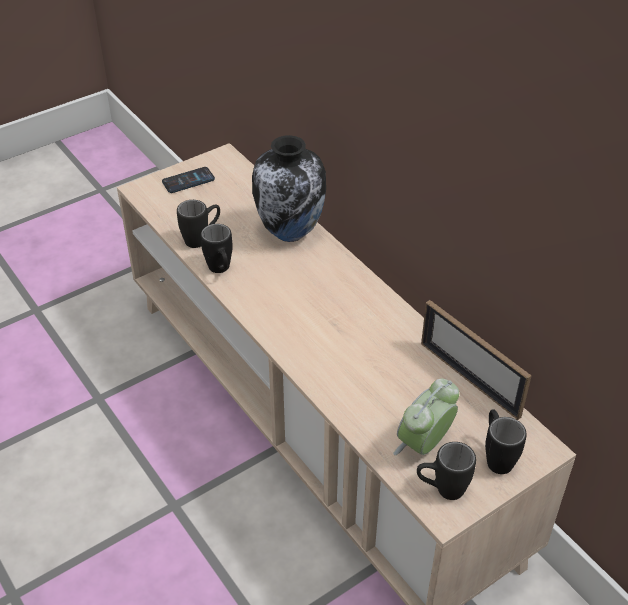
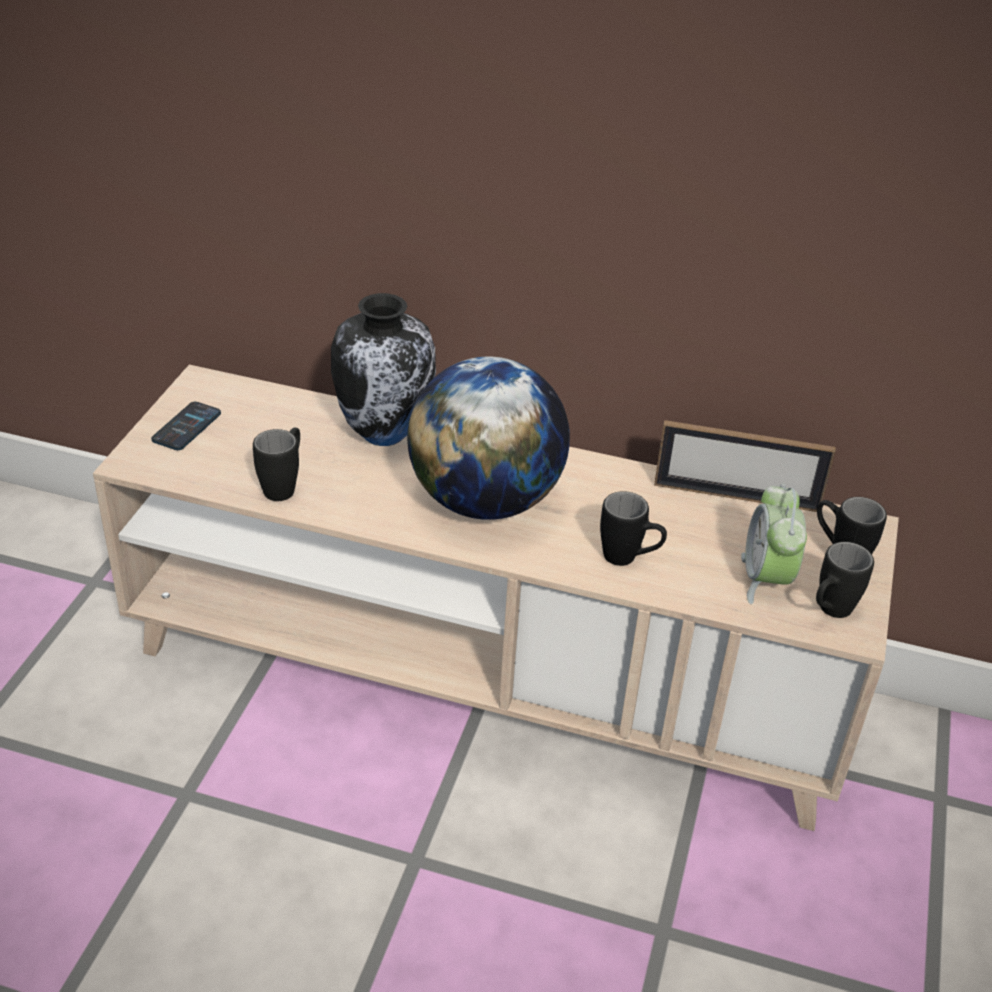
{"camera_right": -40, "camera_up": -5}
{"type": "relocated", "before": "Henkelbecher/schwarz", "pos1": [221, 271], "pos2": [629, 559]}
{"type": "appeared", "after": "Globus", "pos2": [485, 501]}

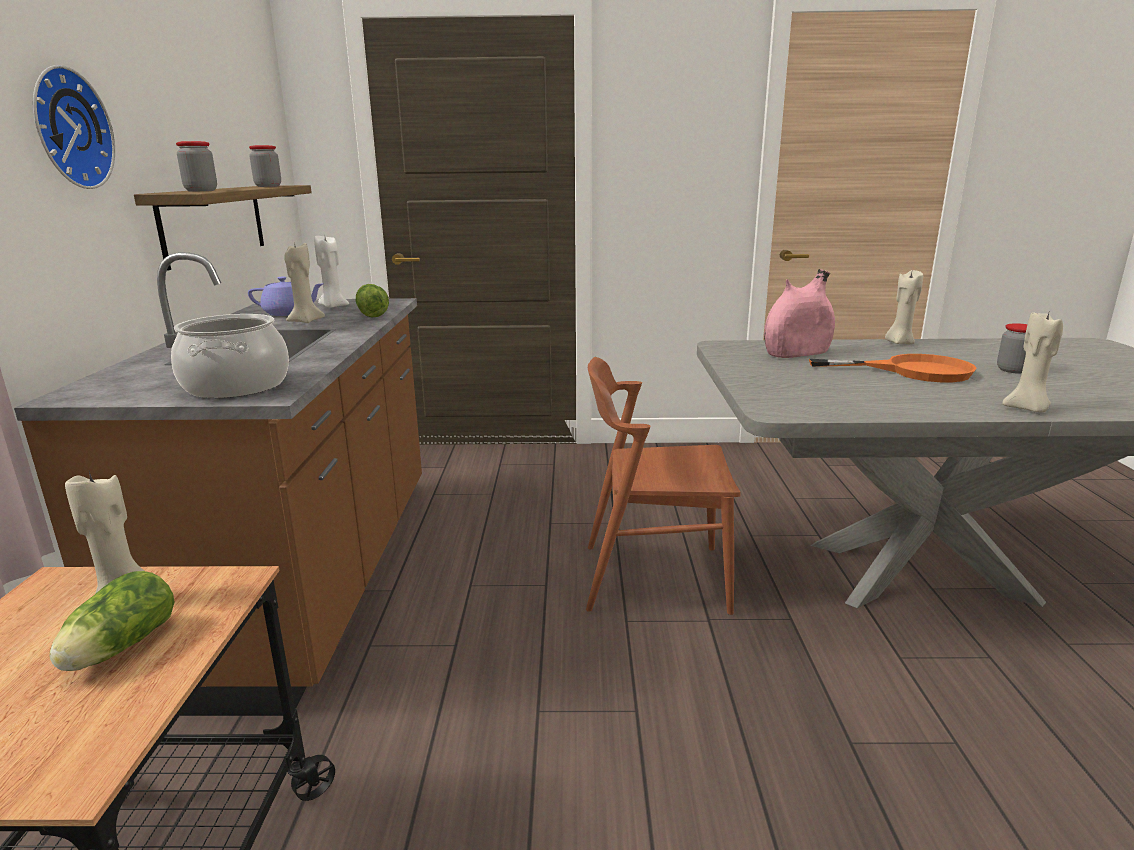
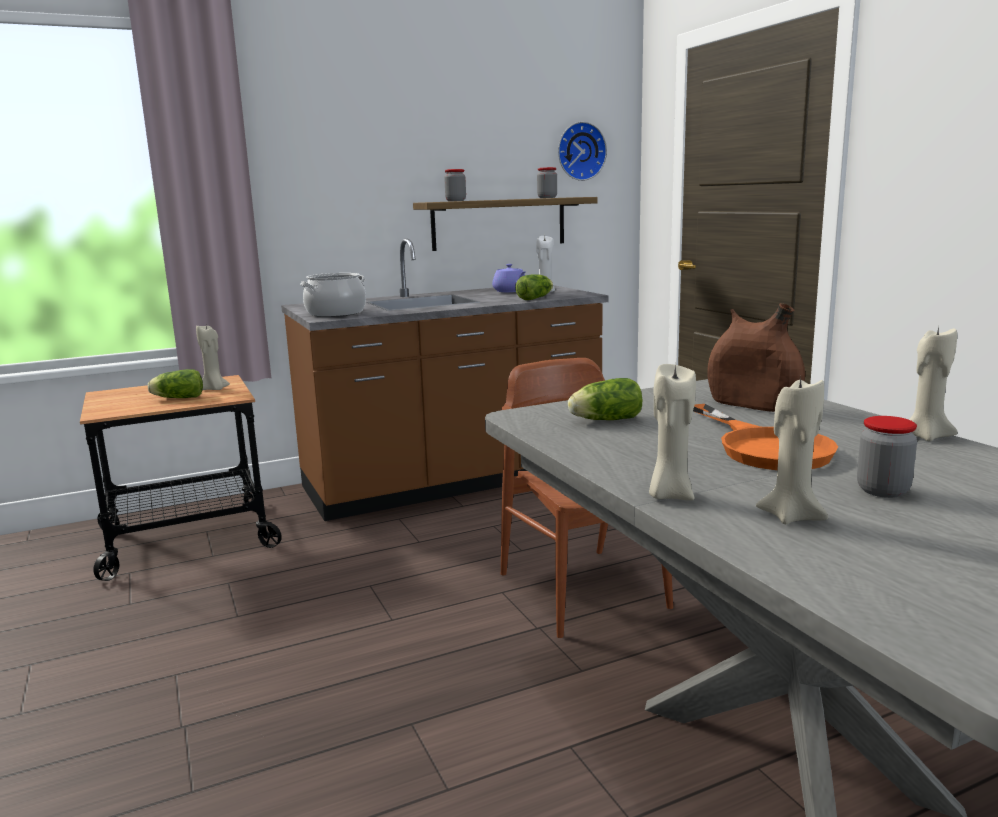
{"camera_right": 65, "camera_up": -5}
{"type": "relocated", "before": "Wanduhr", "pos1": [67, 129], "pos2": [580, 151]}
{"type": "relocated", "before": "Kerze/beige", "pos1": [305, 321], "pos2": [791, 516]}
{"type": "colour", "before": "Vase/rosa", "after": "Vase/braun", "pos1": [796, 353], "pos2": [752, 405]}
{"type": "appeared", "after": "Salatkopf", "pos2": [603, 420]}

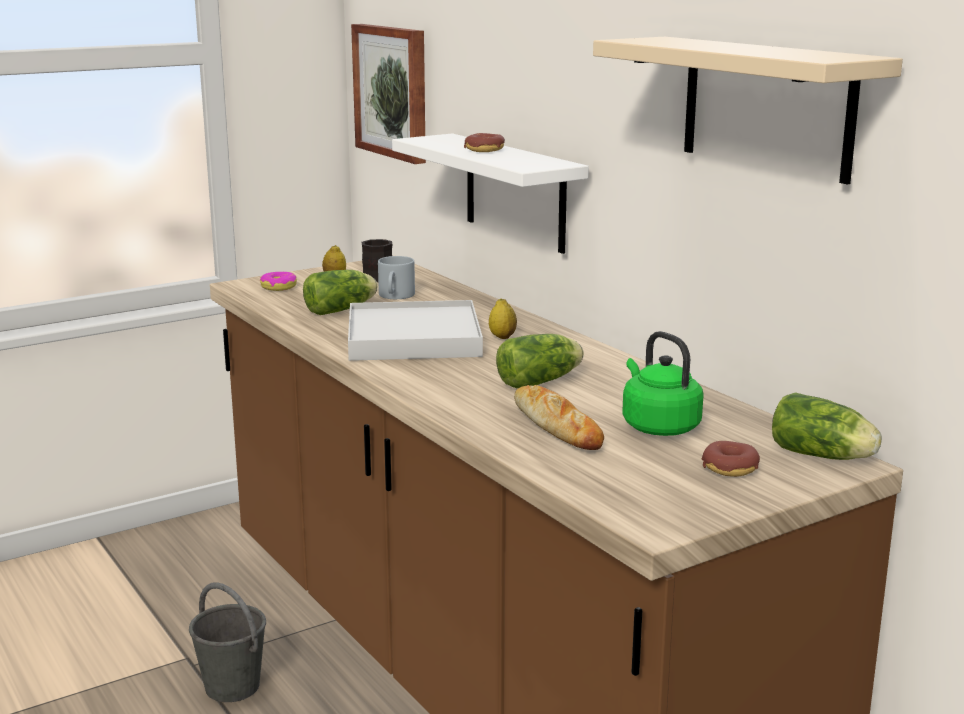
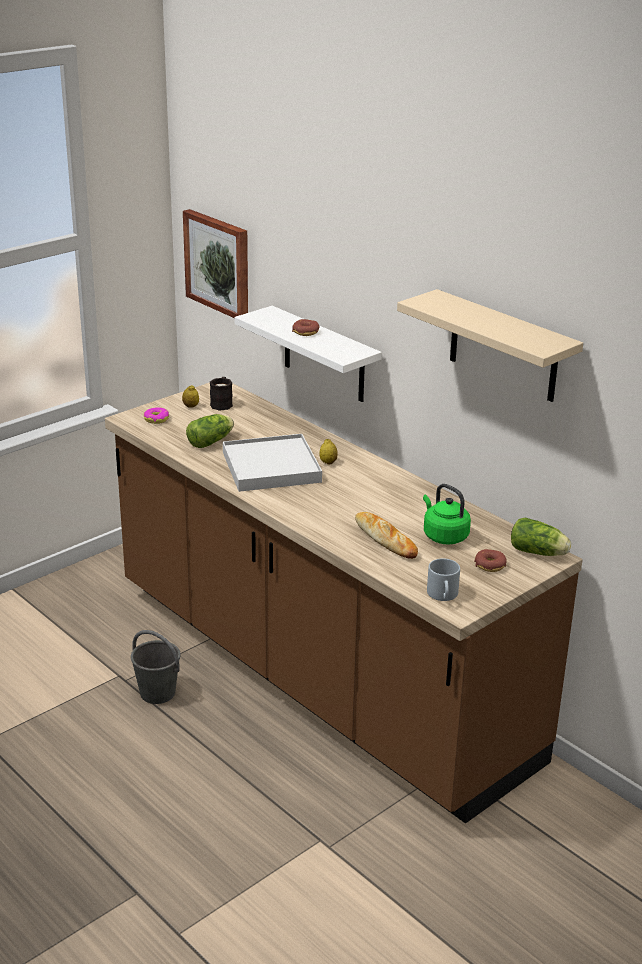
{"camera_right": -10, "camera_up": 10}
{"type": "relocated", "before": "Henkelbecher/grau", "pos1": [396, 296], "pos2": [443, 595]}
{"type": "missing", "before": "Salatkopf", "pos1": [542, 381]}

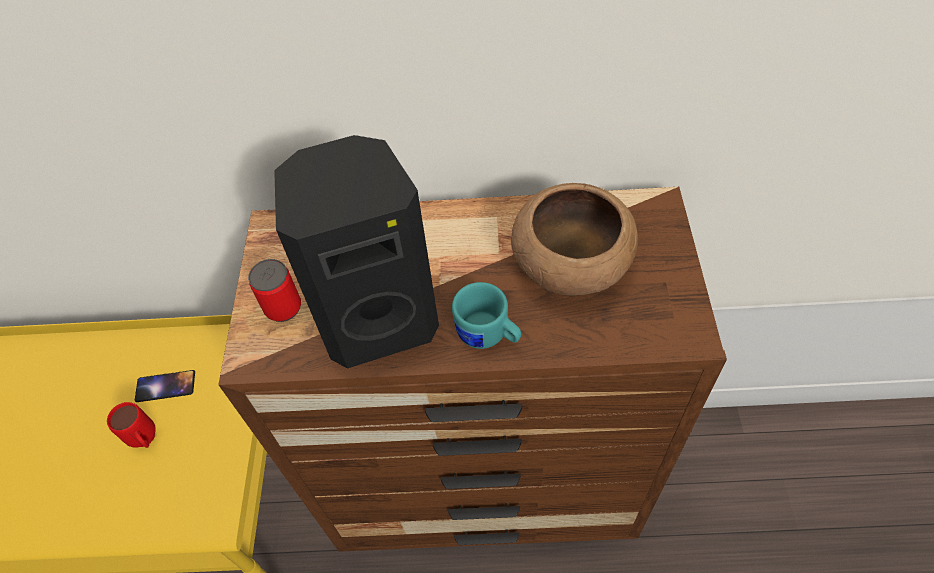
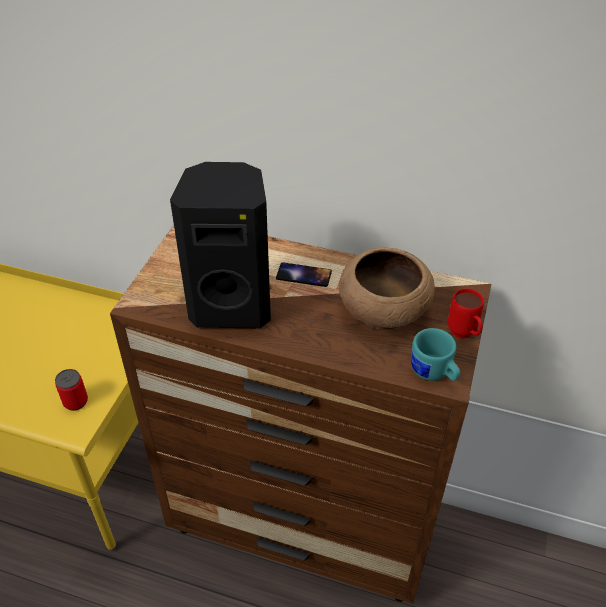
{"camera_right": 15, "camera_up": -10}
{"type": "relocated", "before": "Dose", "pos1": [283, 307], "pos2": [75, 401]}
{"type": "relocated", "before": "Henkelbecher/türkis", "pos1": [488, 336], "pos2": [434, 373]}
{"type": "relocated", "before": "Handy", "pos1": [165, 386], "pos2": [303, 275]}
{"type": "relocated", "before": "Henkelbecher/rot", "pos1": [147, 441], "pos2": [464, 335]}

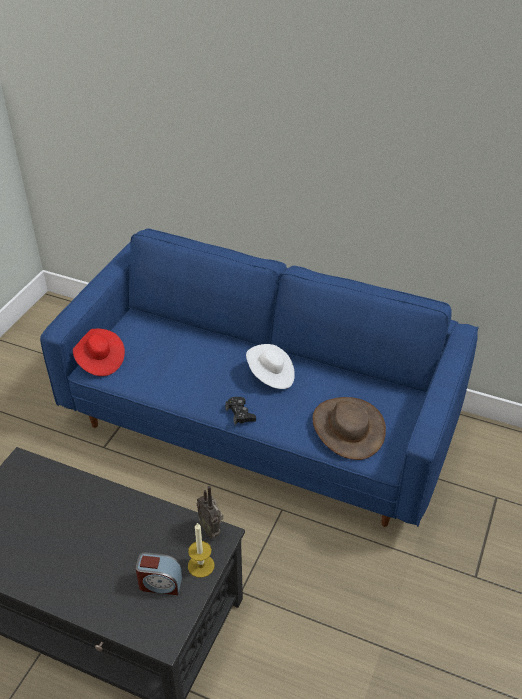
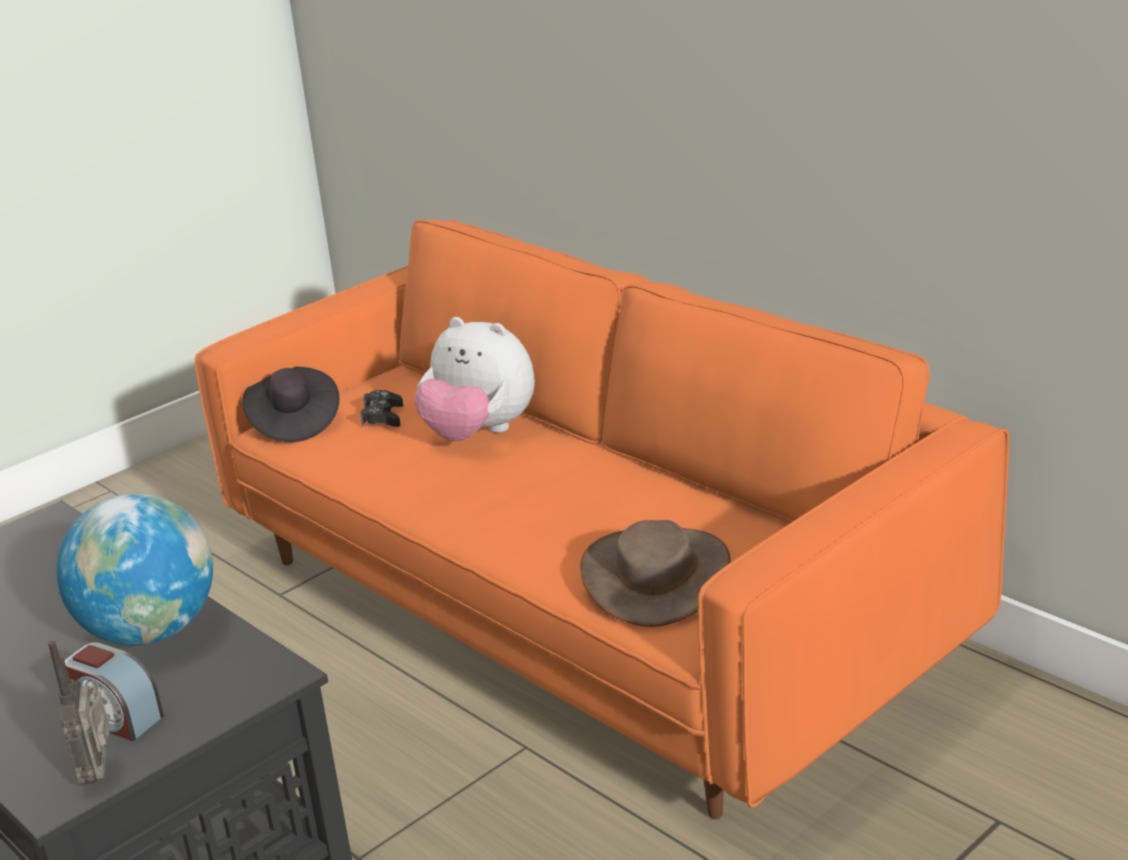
{"camera_right": 25, "camera_up": -15}
{"type": "colour", "before": "Sofa/blau", "after": "Sofa/orange", "pos1": [260, 422], "pos2": [578, 605]}
{"type": "colour", "before": "Hut/rot", "after": "Hut/schwarz", "pos1": [100, 361], "pos2": [293, 423]}
{"type": "missing", "before": "Hut/weiß", "pos1": [271, 376]}
{"type": "relocated", "before": "Gamepad/schwarz", "pos1": [240, 414], "pos2": [383, 417]}
{"type": "relocated", "before": "Radio", "pos1": [211, 529], "pos2": [100, 773]}
{"type": "missing", "before": "Kerze", "pos1": [201, 565]}
{"type": "appeared", "after": "Plüschtier", "pos2": [479, 434]}
{"type": "appeared", "after": "Globus", "pos2": [151, 632]}

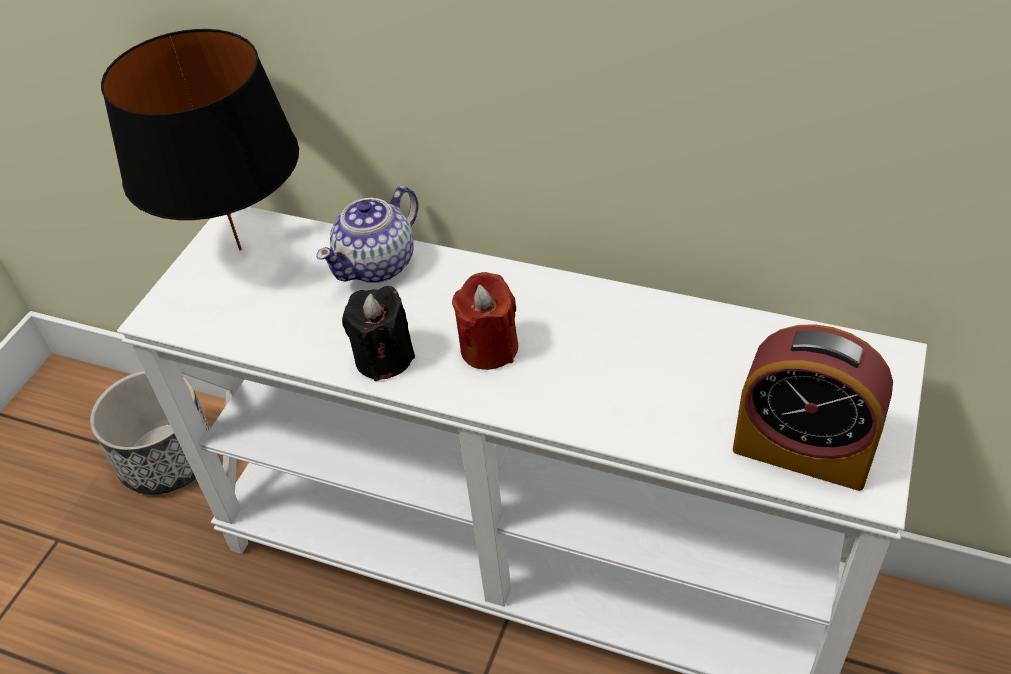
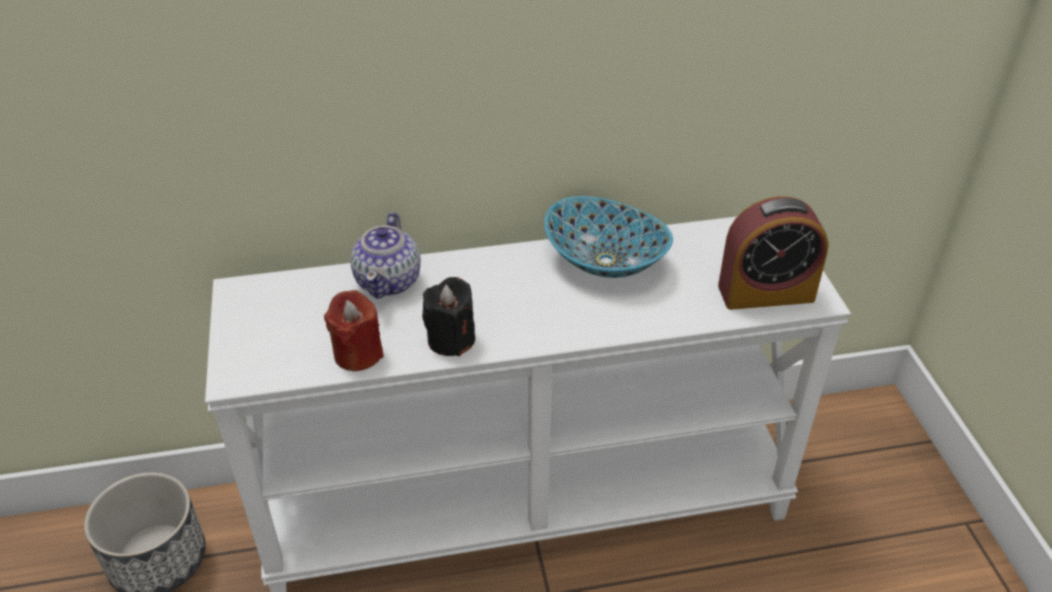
{"camera_right": -35, "camera_up": -5}
{"type": "missing", "before": "Tischlampe/schwarz", "pos1": [240, 249]}
{"type": "relocated", "before": "Kerze/rot", "pos1": [489, 348], "pos2": [358, 354]}
{"type": "appeared", "after": "Schüssel", "pos2": [606, 260]}

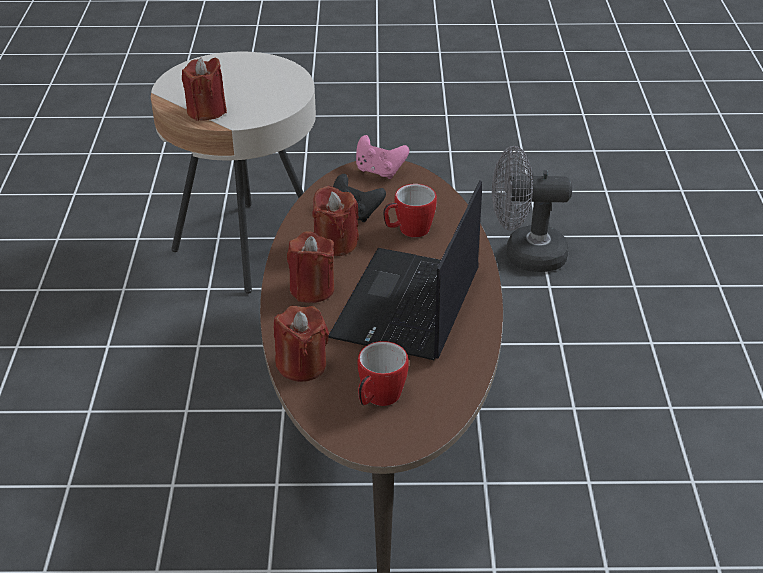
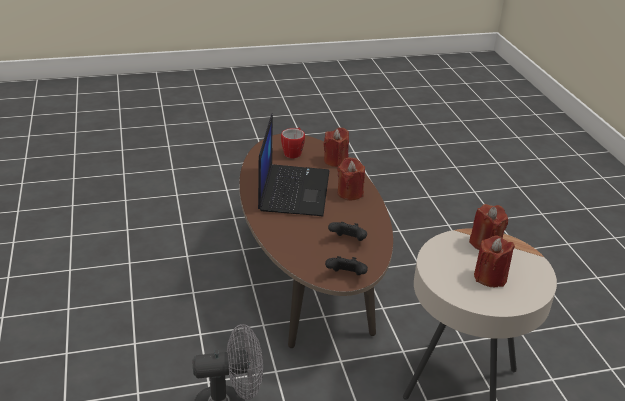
{"camera_right": 165, "camera_up": -5}
{"type": "colour", "before": "Gamepad/rosa", "after": "Gamepad/schwarz", "pos1": [379, 171], "pos2": [346, 276]}
{"type": "missing", "before": "Henkelbecher", "pos1": [408, 231]}
{"type": "relocated", "before": "Kerze/rot", "pos1": [336, 243], "pos2": [490, 277]}

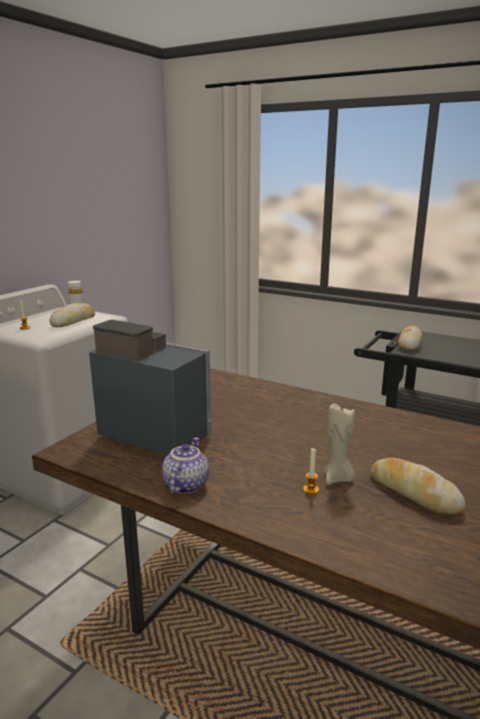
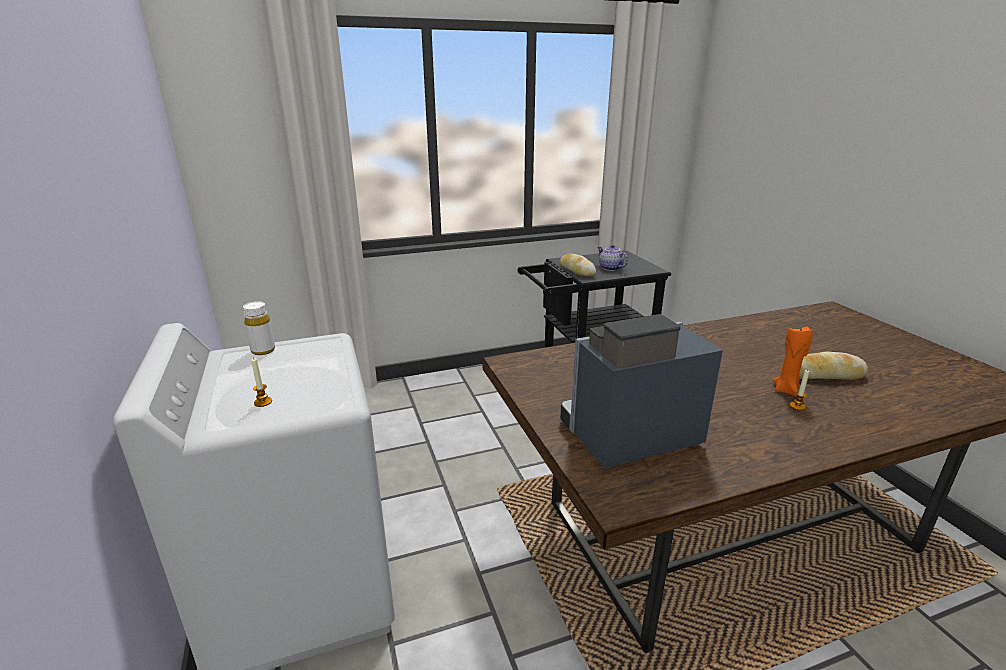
{"camera_right": -50, "camera_up": 5}
{"type": "missing", "before": "Brot", "pos1": [73, 321]}
{"type": "colour", "before": "Kerze/beige", "after": "Kerze/orange", "pos1": [337, 479], "pos2": [786, 390]}
{"type": "relocated", "before": "Teekanne", "pos1": [185, 484], "pos2": [610, 268]}

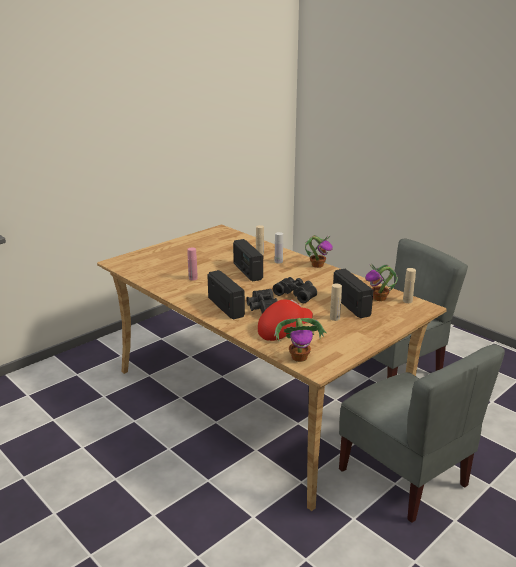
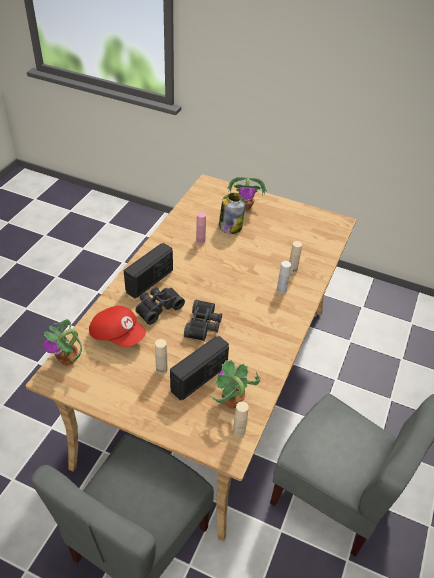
{"camera_right": 65, "camera_up": 20}
{"type": "relocated", "before": "Topfpflanze", "pos1": [317, 265], "pos2": [245, 206]}
{"type": "missing", "before": "Radio", "pos1": [247, 271]}
{"type": "appeared", "after": "Vorratsglas", "pos2": [230, 226]}

